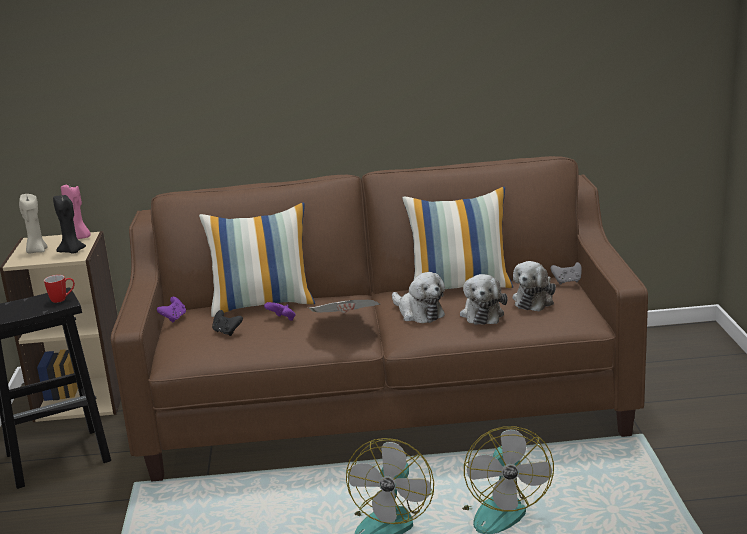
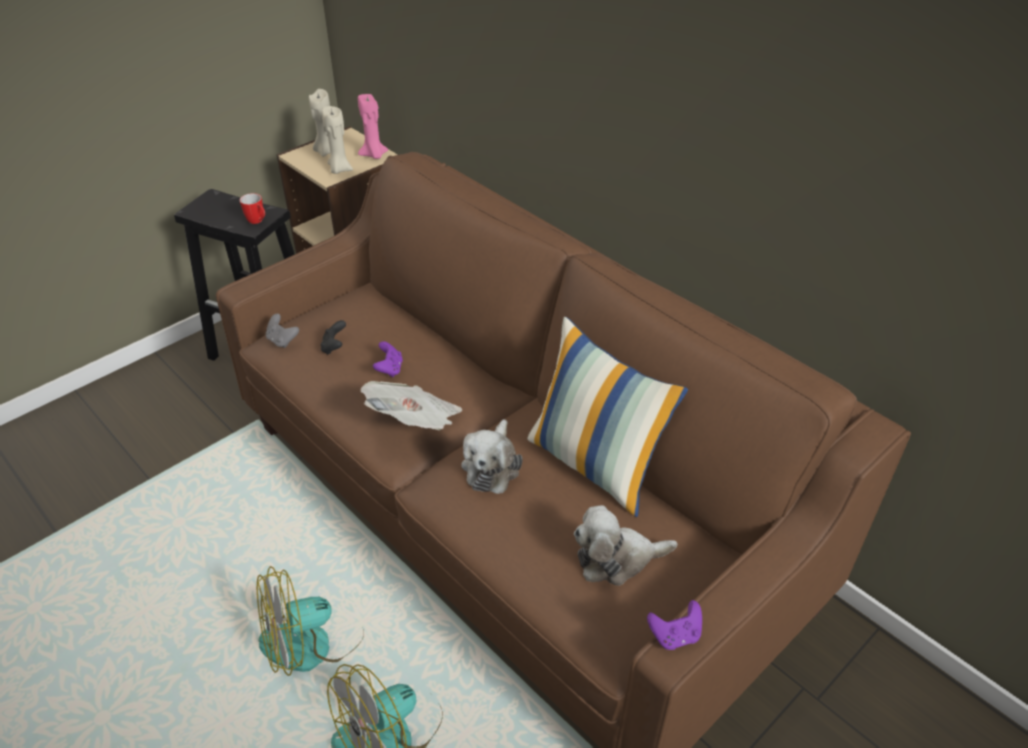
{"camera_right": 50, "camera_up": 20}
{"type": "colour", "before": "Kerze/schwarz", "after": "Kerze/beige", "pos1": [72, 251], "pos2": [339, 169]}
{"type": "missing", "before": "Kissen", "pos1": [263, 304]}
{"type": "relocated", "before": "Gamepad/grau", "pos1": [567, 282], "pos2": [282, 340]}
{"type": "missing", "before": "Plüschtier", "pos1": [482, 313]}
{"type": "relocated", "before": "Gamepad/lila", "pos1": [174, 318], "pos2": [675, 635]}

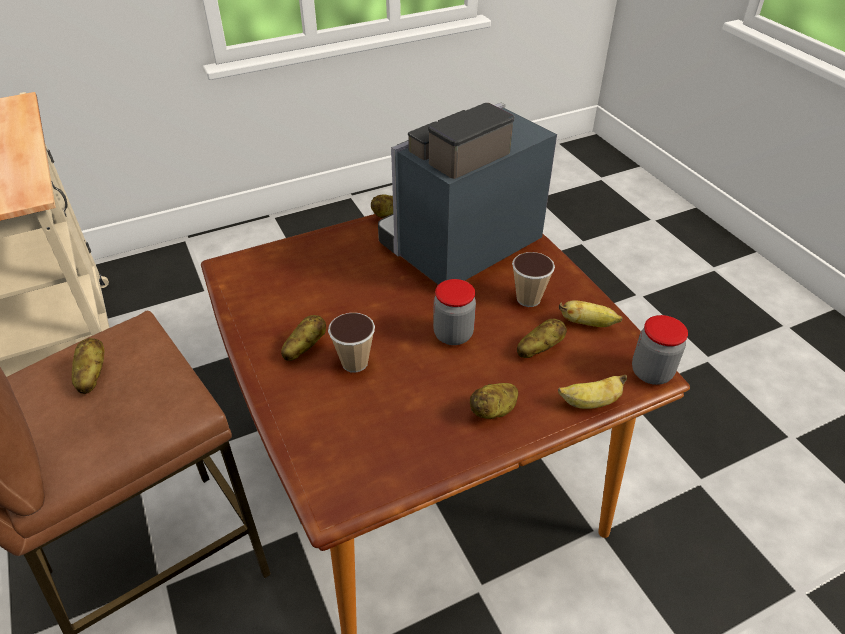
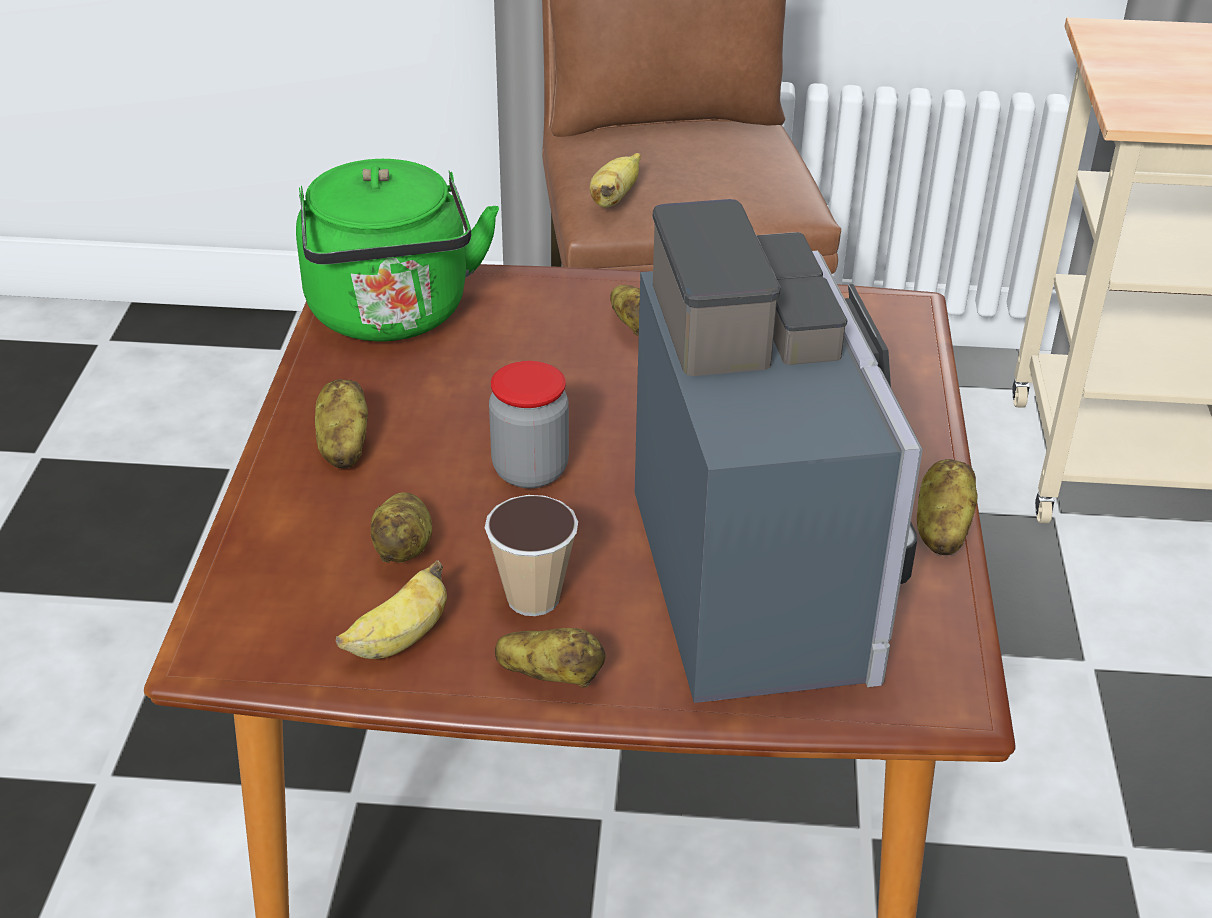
{"camera_right": 120, "camera_up": -5}
{"type": "missing", "before": "Tasse", "pos1": [354, 362]}
{"type": "missing", "before": "Vorratsglas", "pos1": [651, 372]}
{"type": "relocated", "before": "Kartoffel", "pos1": [92, 376], "pos2": [551, 677]}
{"type": "relocated", "before": "Banane", "pos1": [590, 403], "pos2": [614, 198]}
{"type": "appeared", "after": "Wasserkessel/grün", "pos2": [392, 316]}

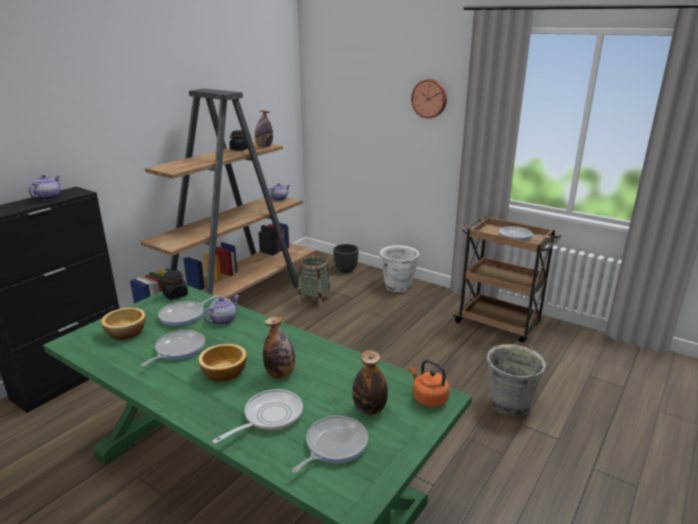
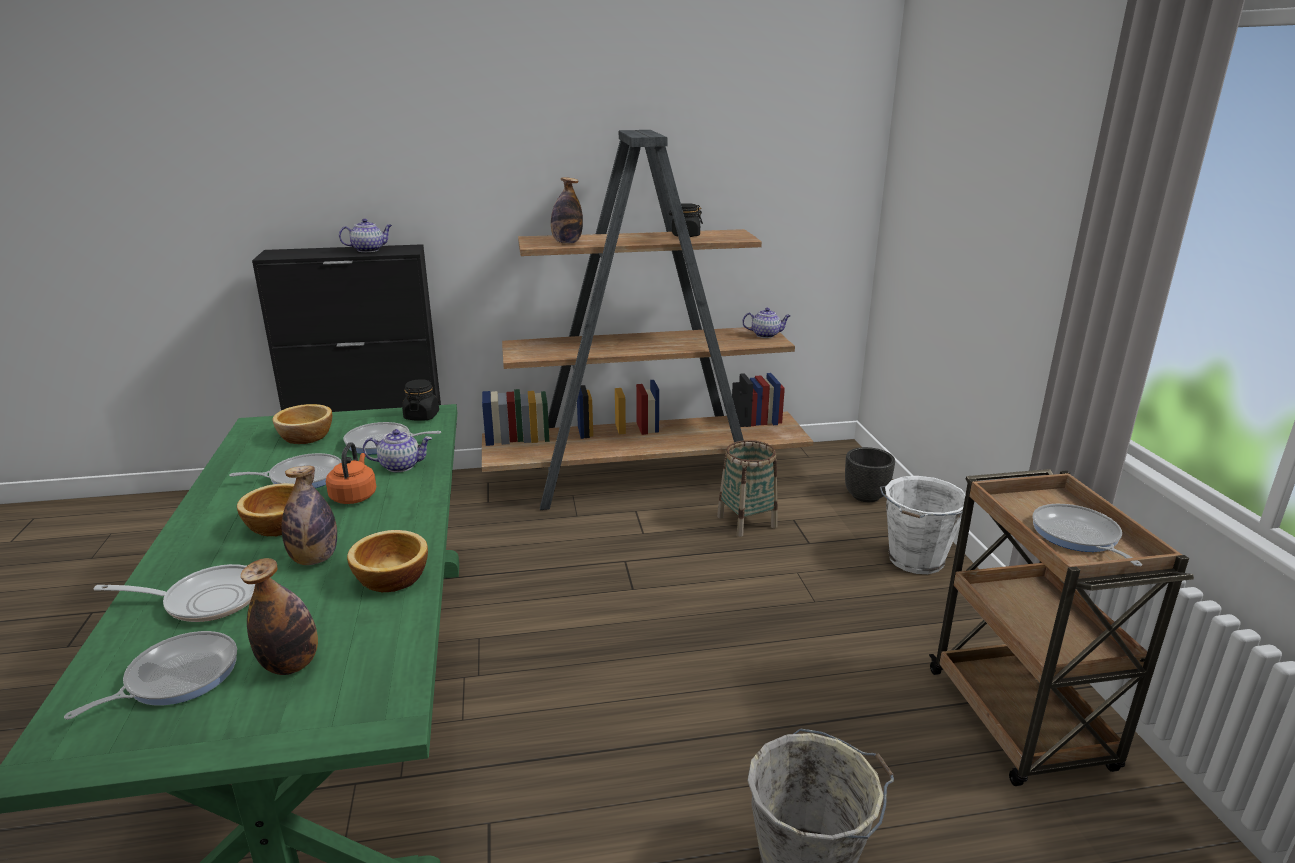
{"camera_right": 45, "camera_up": 0}
{"type": "missing", "before": "Wanduhr", "pos1": [429, 98]}
{"type": "relocated", "before": "Flasche", "pos1": [264, 146], "pos2": [567, 242]}
{"type": "relocated", "before": "Wasserkessel/orange", "pos1": [428, 398], "pos2": [354, 496]}
{"type": "spun", "before": "Pfanne", "pos1": [333, 445], "pos2": [176, 677], "turn": -45}
{"type": "appeared", "after": "Schüssel", "pos2": [390, 578]}

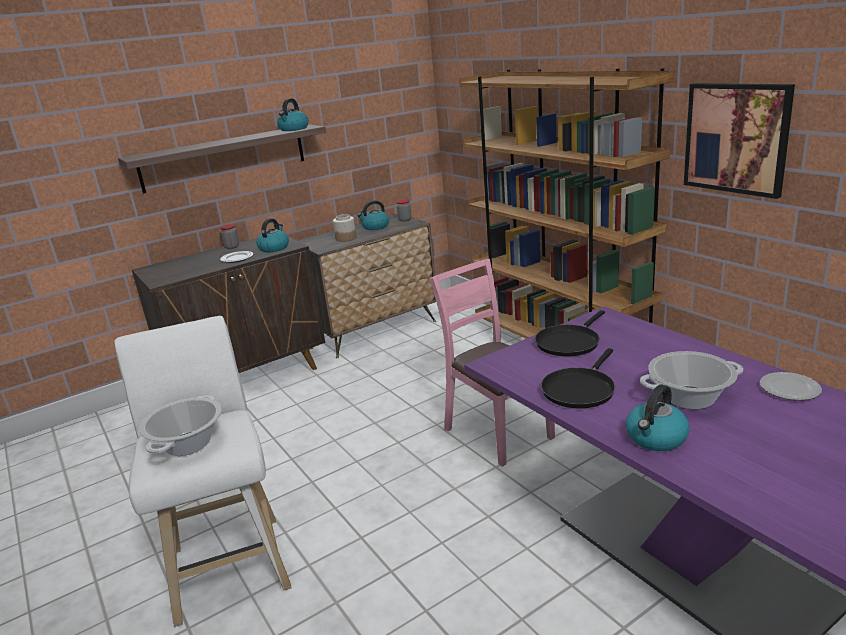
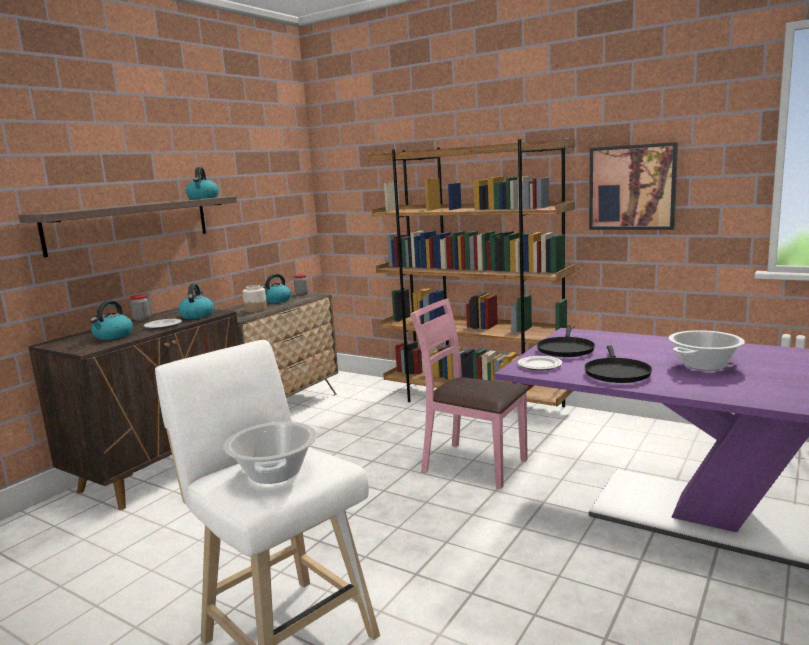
{"camera_right": -25, "camera_up": -10}
{"type": "relocated", "before": "Teller", "pos1": [790, 389], "pos2": [540, 365]}
{"type": "relocated", "before": "Wasserkessel", "pos1": [656, 438], "pos2": [113, 336]}

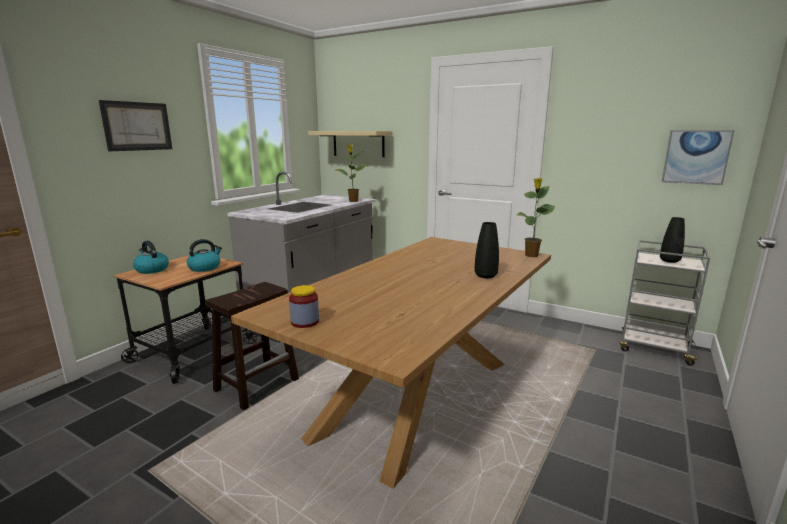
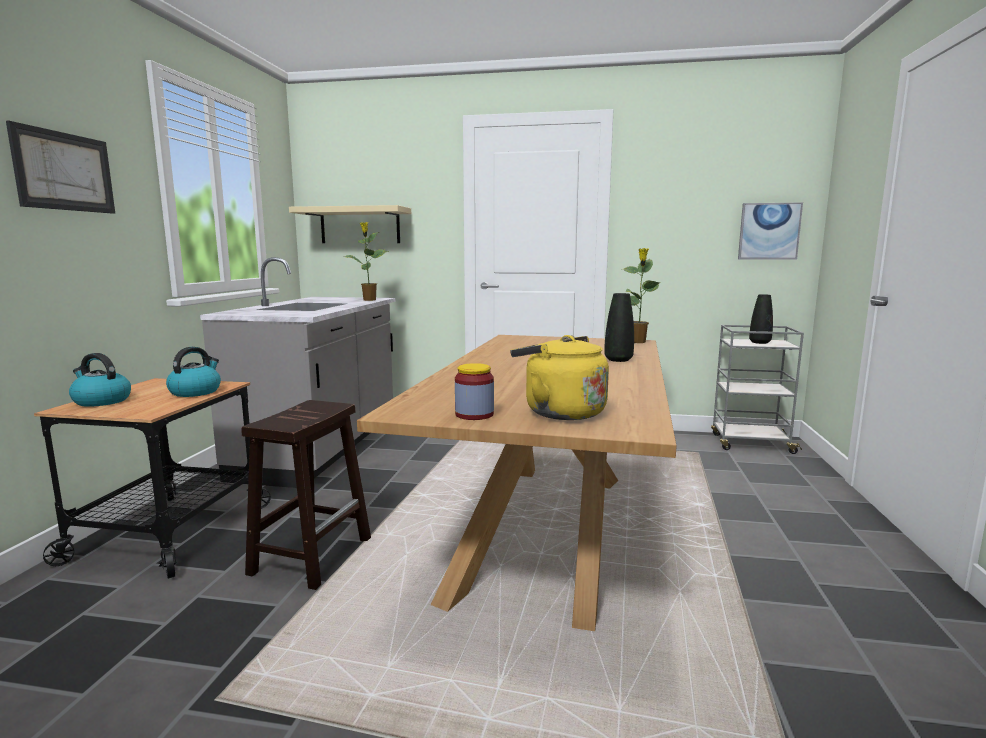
{"camera_right": -20, "camera_up": -5}
{"type": "appeared", "after": "Wasserkessel/gelb", "pos2": [559, 412]}

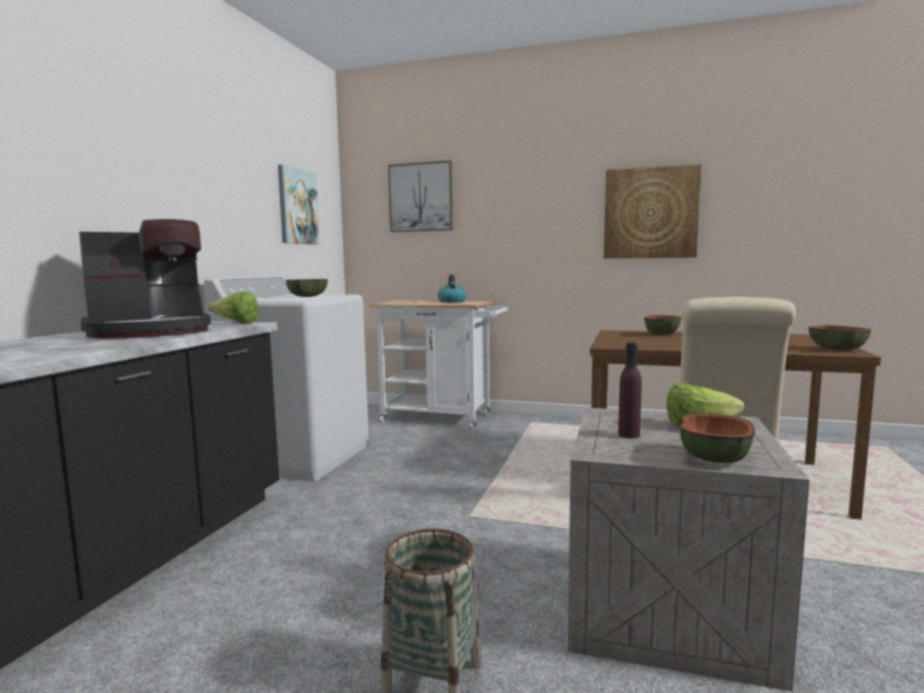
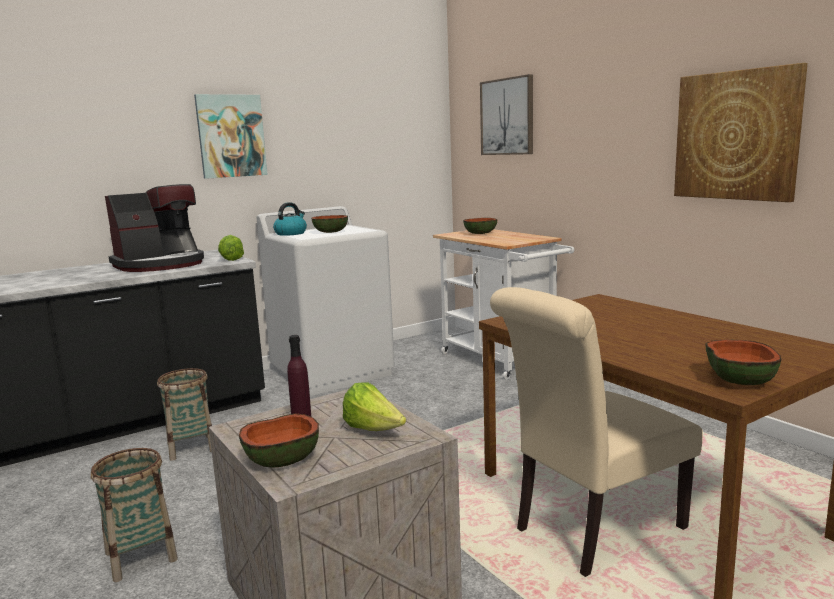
{"camera_right": 40, "camera_up": 5}
{"type": "relocated", "before": "Bild", "pos1": [297, 207], "pos2": [231, 136]}
{"type": "spun", "before": "Kaffeemaschine", "pos1": [150, 332], "pos2": [160, 264], "turn": -45}
{"type": "relocated", "before": "Wasserkessel", "pos1": [451, 301], "pos2": [291, 233]}
{"type": "relocated", "before": "Schüssel", "pos1": [662, 334], "pos2": [480, 233]}
{"type": "appeared", "after": "Korb", "pos2": [191, 447]}

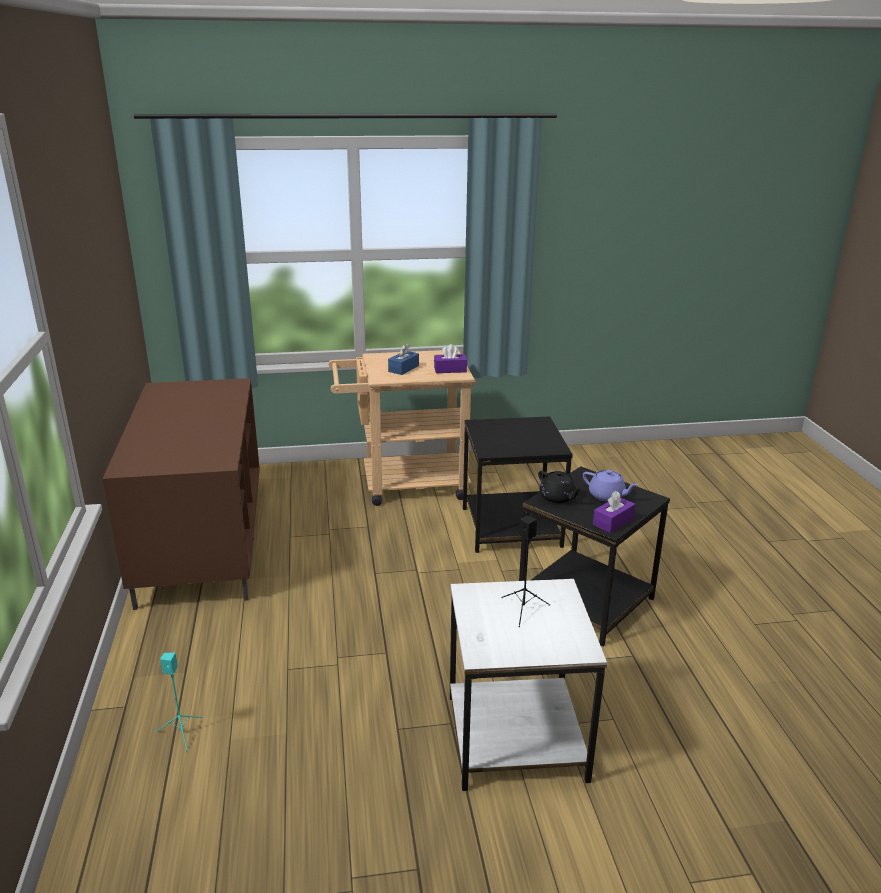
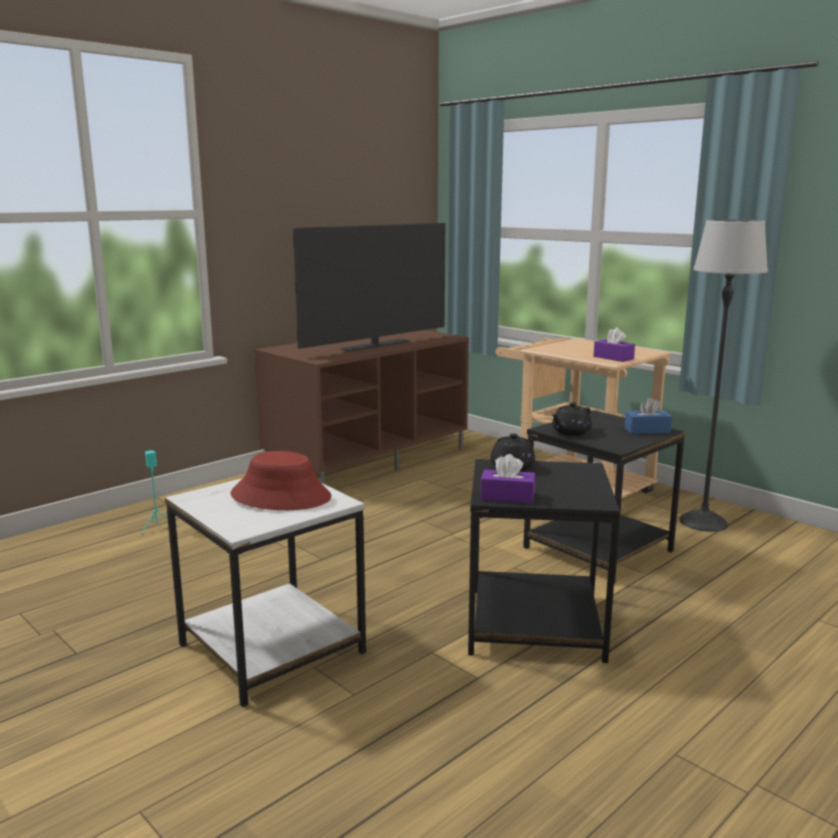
{"camera_right": 55, "camera_up": -10}
{"type": "relocated", "before": "Taschentuchbox/blau", "pos1": [403, 369], "pos2": [647, 430]}
{"type": "missing", "before": "Teekanne/lila", "pos1": [607, 496]}
{"type": "exchanged", "before": "Lautsprecher/schwarz", "after": "Hut/rot", "pos1": [524, 609], "pos2": [281, 496]}
{"type": "appeared", "after": "Stehlampe", "pos2": [703, 522]}
{"type": "appeared", "after": "Fernseher", "pos2": [375, 345]}
{"type": "appeared", "after": "Teekanne/schwarz", "pos2": [570, 432]}

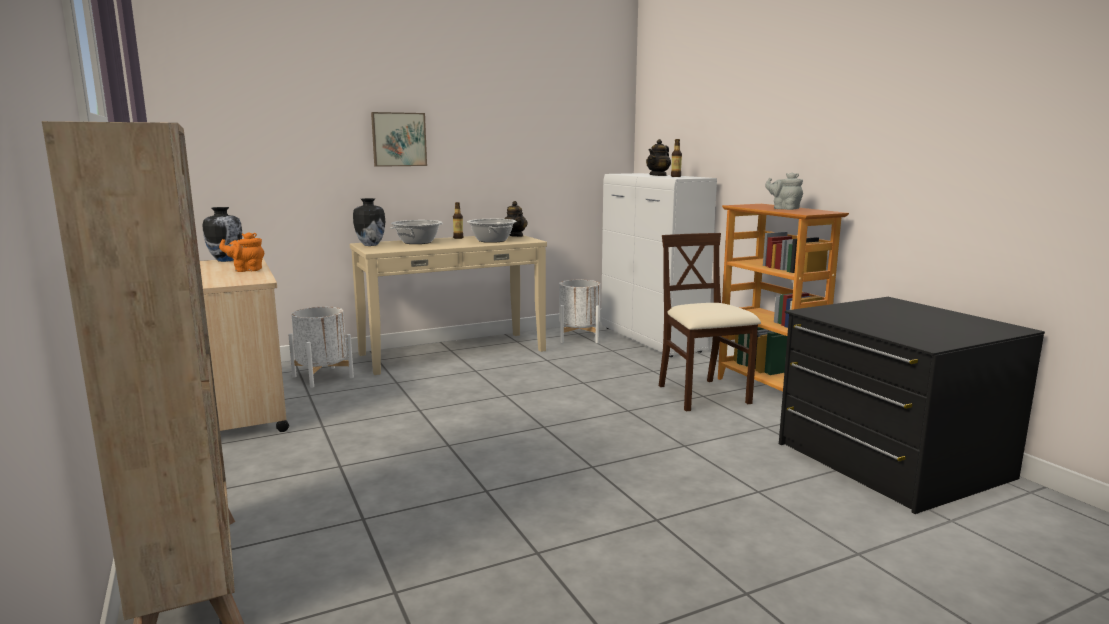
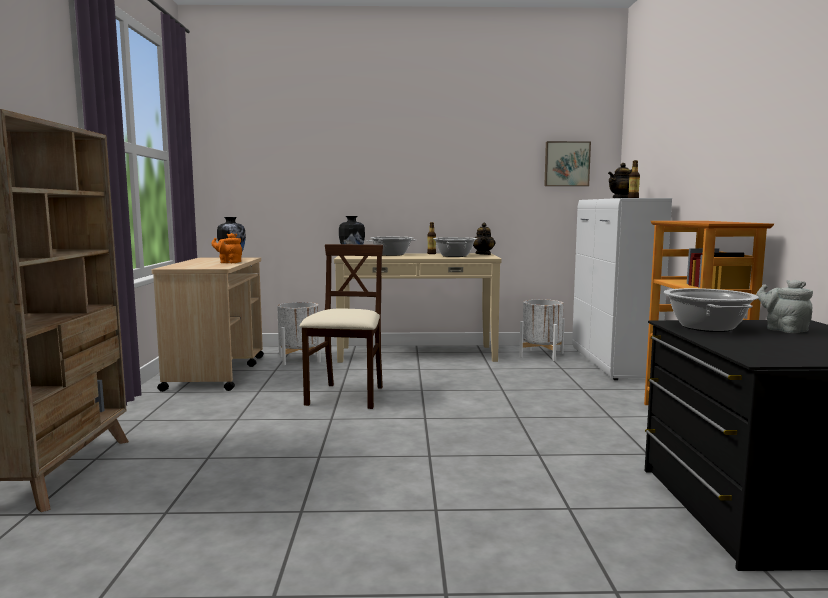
{"camera_right": 25, "camera_up": -5}
{"type": "relocated", "before": "Bild", "pos1": [398, 139], "pos2": [566, 164]}
{"type": "relocated", "before": "Teekanne/grau", "pos1": [784, 208], "pos2": [783, 329]}
{"type": "relocated", "before": "Stuhl/beige", "pos1": [702, 395], "pos2": [347, 396]}
{"type": "appeared", "after": "Kochtopf", "pos2": [707, 327]}

